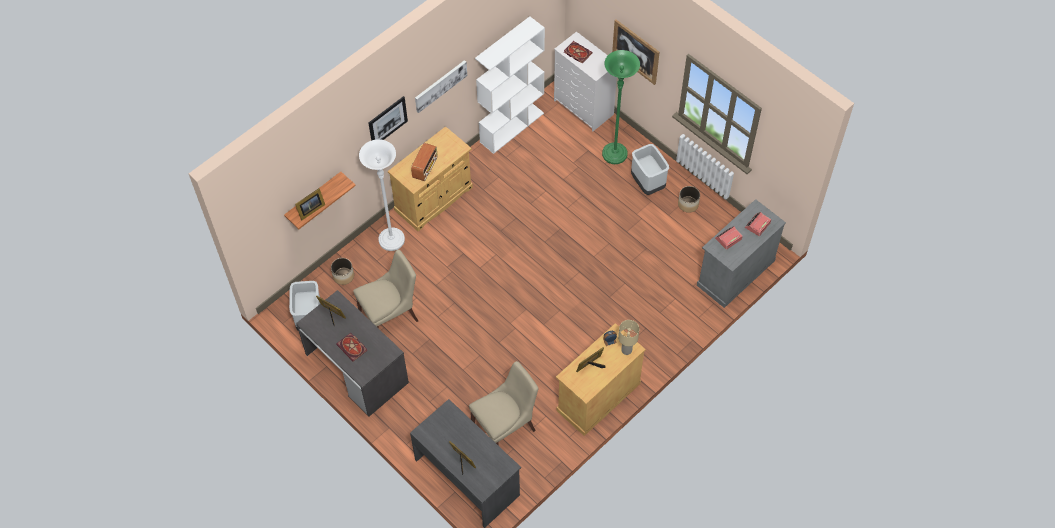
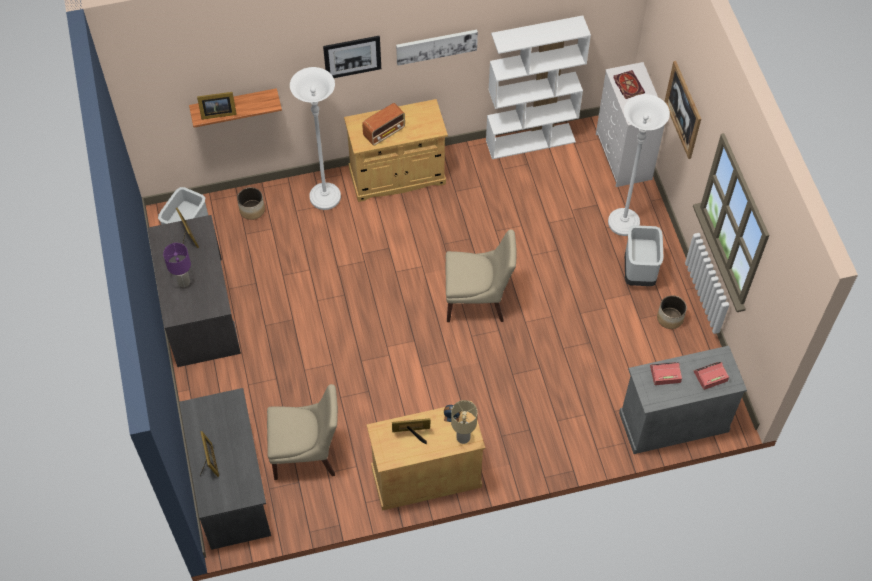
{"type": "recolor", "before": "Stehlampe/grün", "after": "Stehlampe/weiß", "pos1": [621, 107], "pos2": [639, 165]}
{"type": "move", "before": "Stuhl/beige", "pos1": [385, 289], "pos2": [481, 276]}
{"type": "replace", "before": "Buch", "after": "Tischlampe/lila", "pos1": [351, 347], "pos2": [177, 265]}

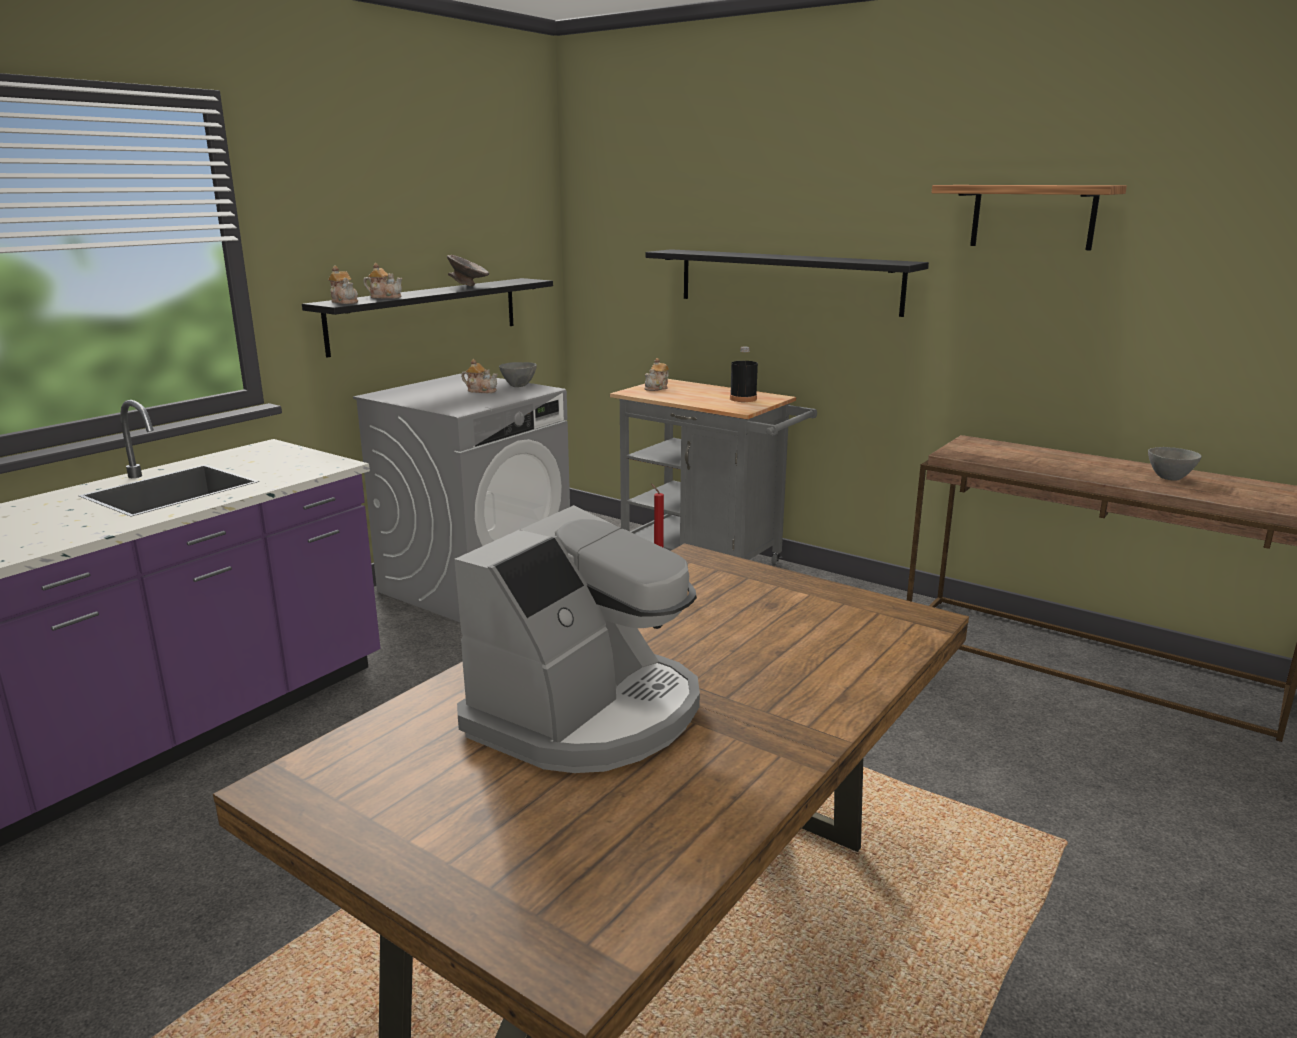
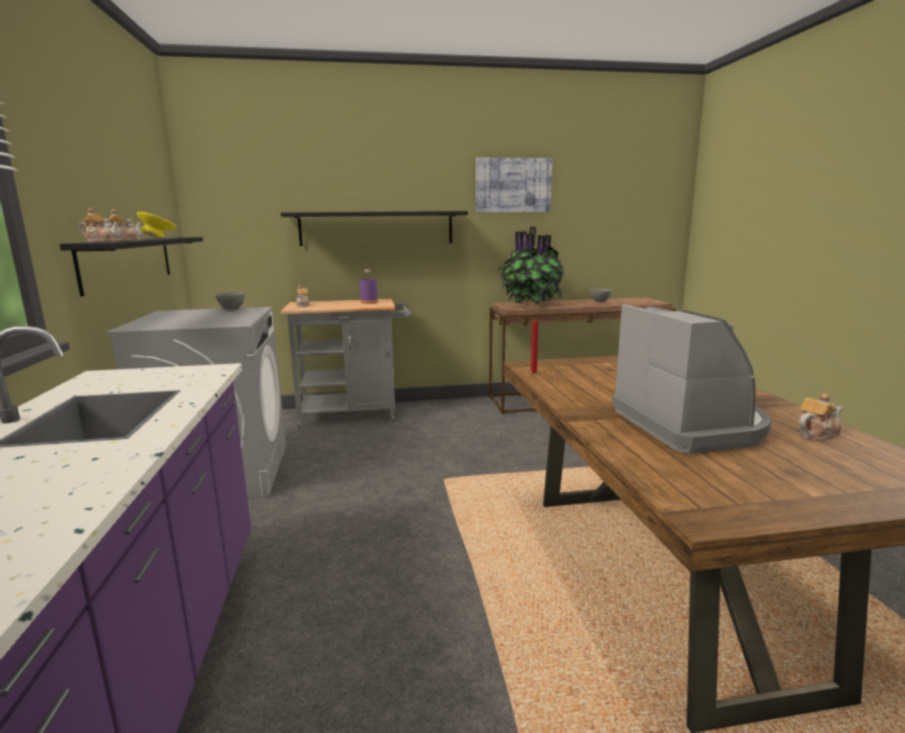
{"type": "replace", "before": "Wandregal", "after": "Bild", "pos1": [1029, 217], "pos2": [514, 185]}
{"type": "recolor", "before": "Schüssel/grau", "after": "Schüssel/gelb", "pos1": [468, 270], "pos2": [156, 225]}
{"type": "recolor", "before": "Flasche/schwarz", "after": "Flasche/lila", "pos1": [744, 374], "pos2": [369, 286]}
{"type": "move", "before": "Teekanne", "pos1": [479, 376], "pos2": [820, 417]}
{"type": "insert", "after": "Topfpflanze", "pos2": [531, 266]}

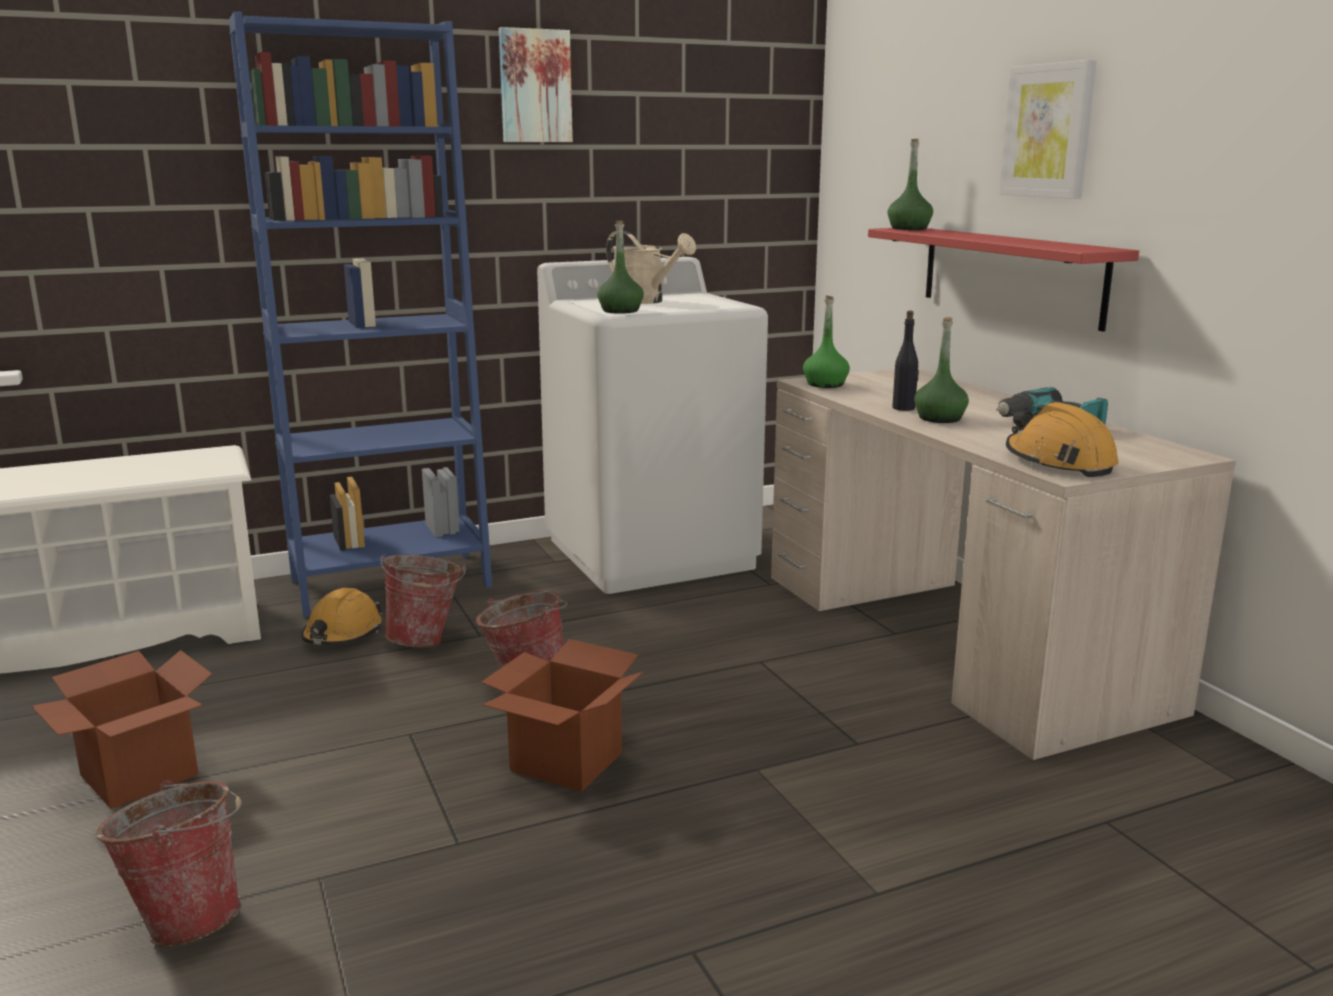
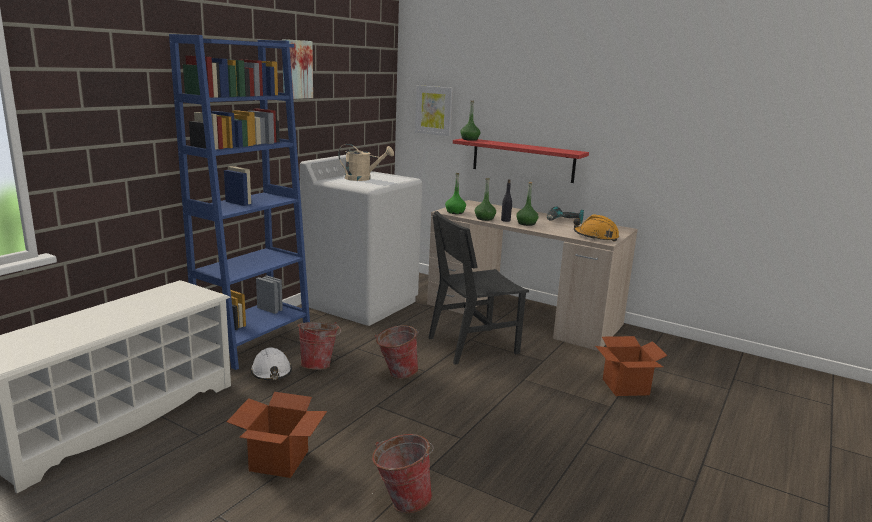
{"type": "move", "before": "Bild", "pos1": [1048, 129], "pos2": [434, 110]}
{"type": "move", "before": "Flasche/grün", "pos1": [620, 267], "pos2": [485, 199]}
{"type": "recolor", "before": "Schutzhelm/orange", "after": "Schutzhelm/weiß", "pos1": [342, 616], "pos2": [271, 363]}
{"type": "move", "before": "Karton", "pos1": [562, 715], "pos2": [632, 366]}
{"type": "insert", "after": "Stuhl/schwarz", "pos2": [479, 288]}

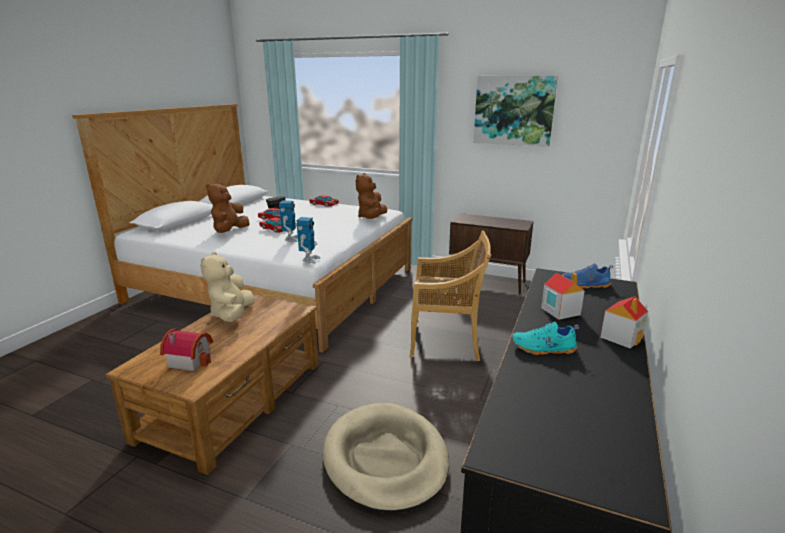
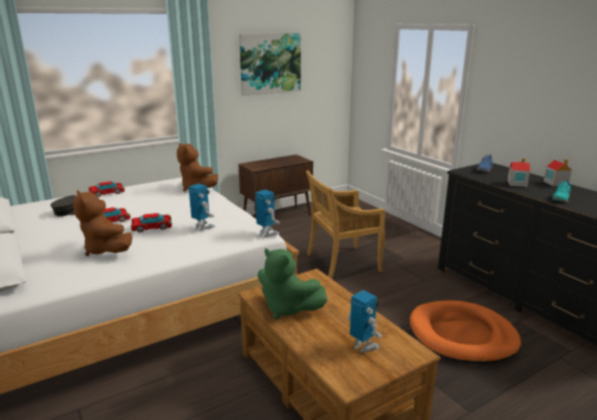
{"type": "rotate", "before": "Stuhl/beige", "pos1": [450, 295], "pos2": [345, 224], "turn": -150}
{"type": "recolor", "before": "Plüschtier/beige", "after": "Plüschtier/grün", "pos1": [227, 287], "pos2": [293, 283]}
{"type": "replace", "before": "Spielzeughaus", "after": "Spielzeugroboter", "pos1": [186, 350], "pos2": [365, 321]}
{"type": "recolor", "before": "Hundebett/beige", "after": "Hundebett/orange", "pos1": [386, 458], "pos2": [465, 332]}

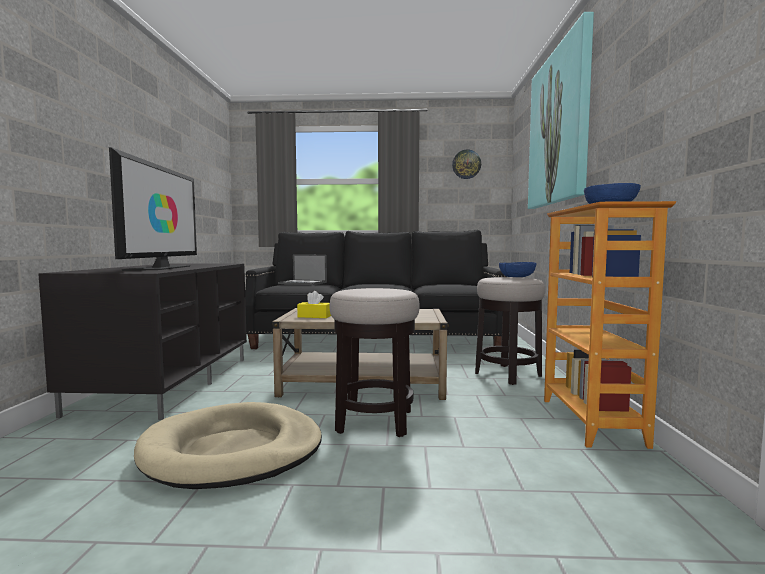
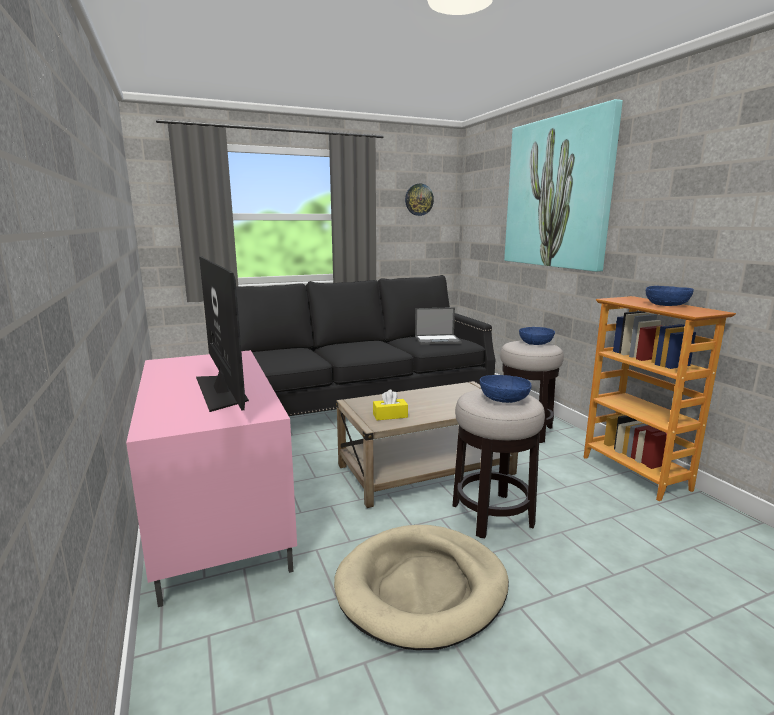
{"type": "move", "before": "Laptop", "pos1": [302, 269], "pos2": [438, 326]}
{"type": "recolor", "before": "Fernsehschrank/schwarz", "after": "Fernsehschrank/rosa", "pos1": [142, 341], "pos2": [211, 478]}
{"type": "insert", "after": "Schüssel/blau", "pos2": [506, 389]}

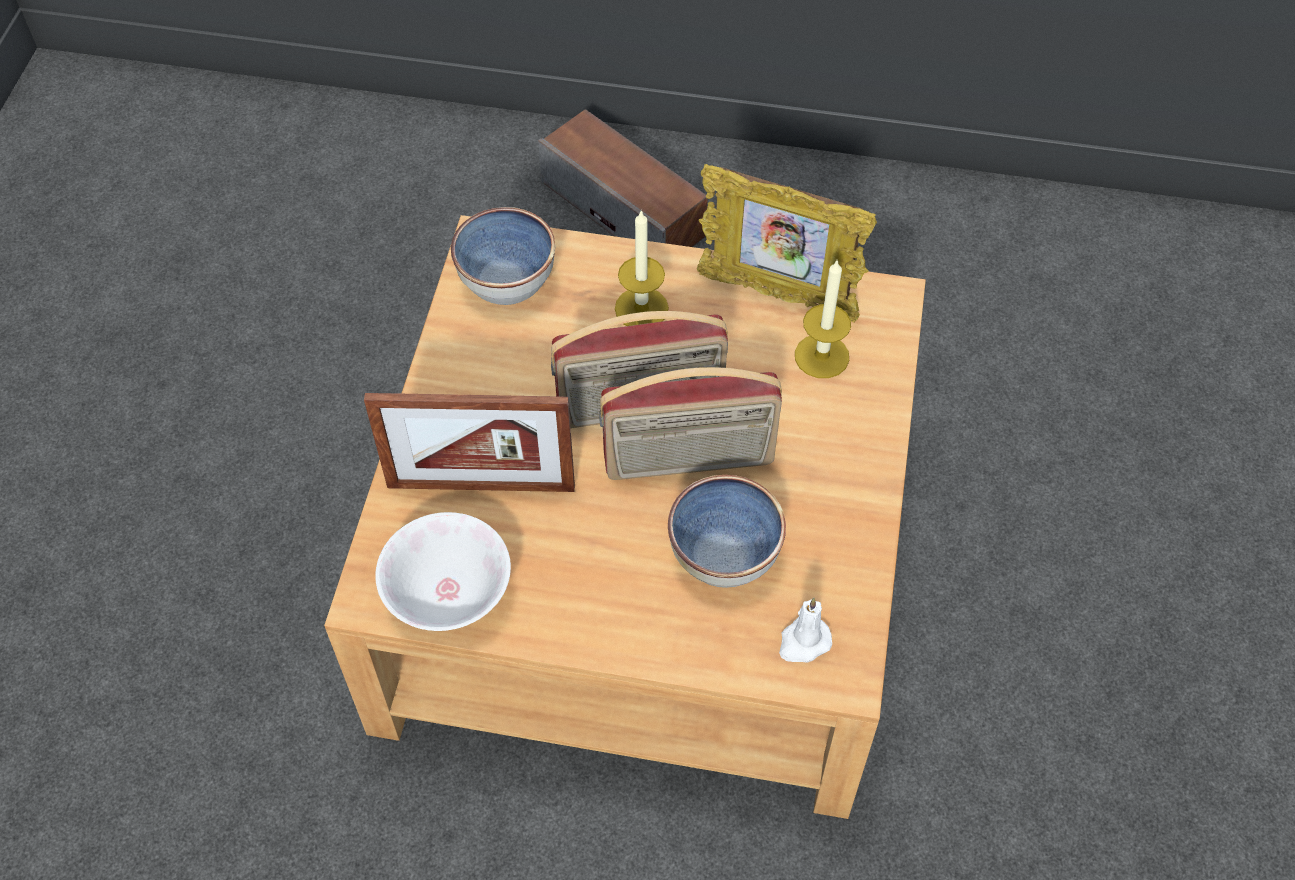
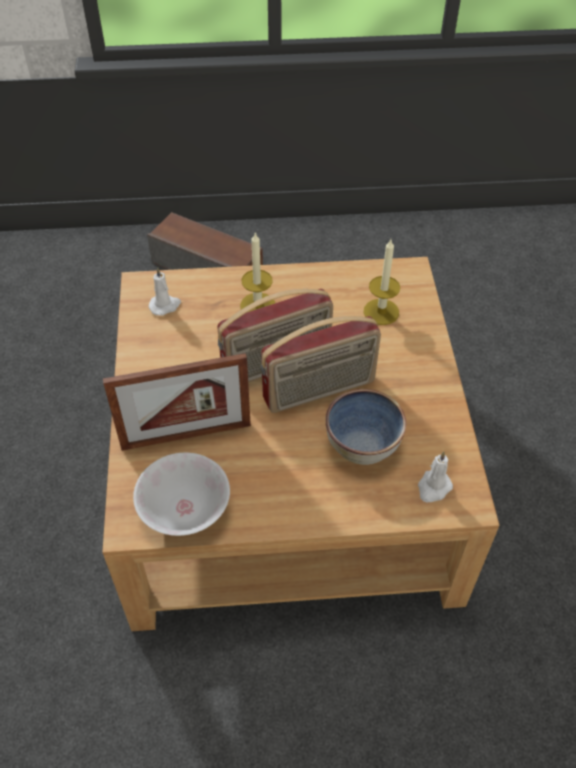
{"type": "delete", "before": "Bilderrahmen", "pos1": [787, 243]}
{"type": "replace", "before": "Schüssel", "after": "Kerze/weiß", "pos1": [503, 256], "pos2": [165, 291]}

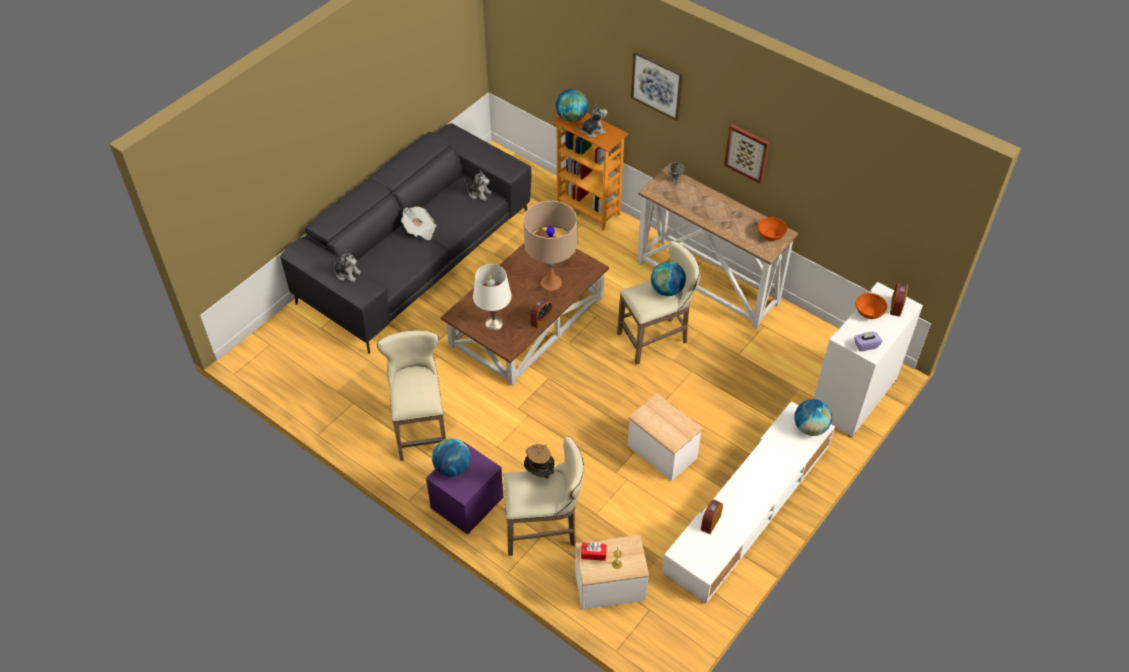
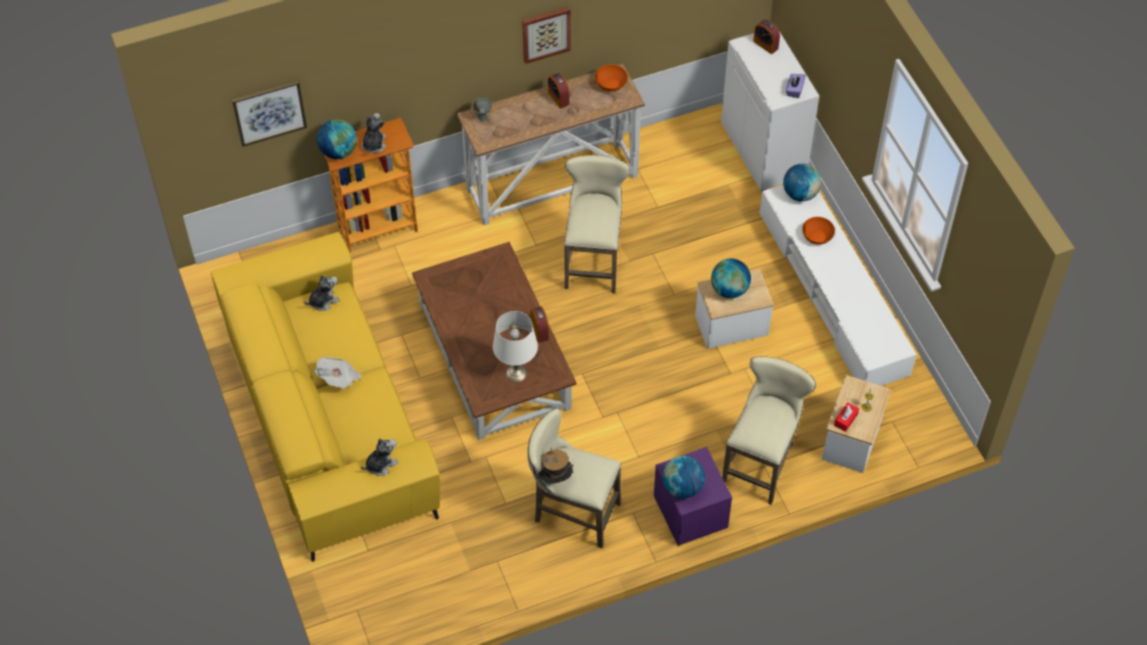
{"type": "move", "before": "Bild", "pos1": [657, 86], "pos2": [269, 113]}
{"type": "recolor", "before": "Sofa/grau", "after": "Sofa/gelb", "pos1": [405, 238], "pos2": [325, 397]}
{"type": "delete", "before": "Tischlampe/beige", "pos1": [550, 246]}
{"type": "move", "before": "Globus", "pos1": [668, 278], "pos2": [731, 278]}
{"type": "move", "before": "Schüssel/orange", "pos1": [871, 306], "pos2": [818, 231]}
{"type": "move", "before": "Hut", "pos1": [539, 461], "pos2": [555, 466]}
{"type": "move", "before": "Wecker", "pos1": [712, 516], "pos2": [558, 91]}

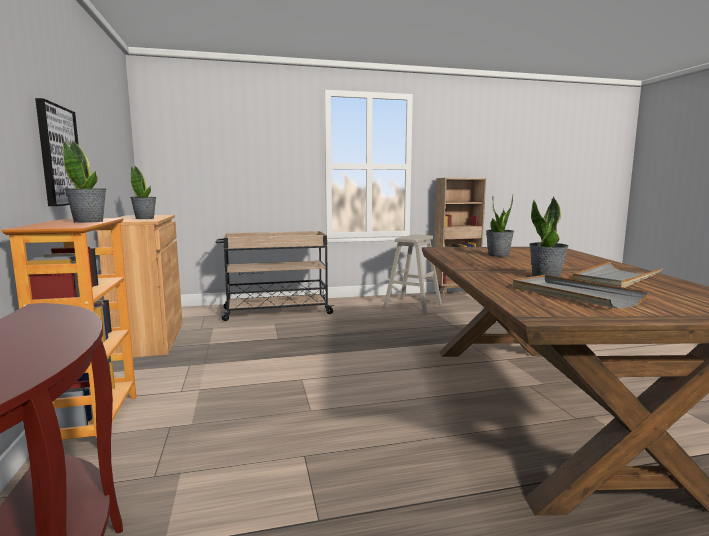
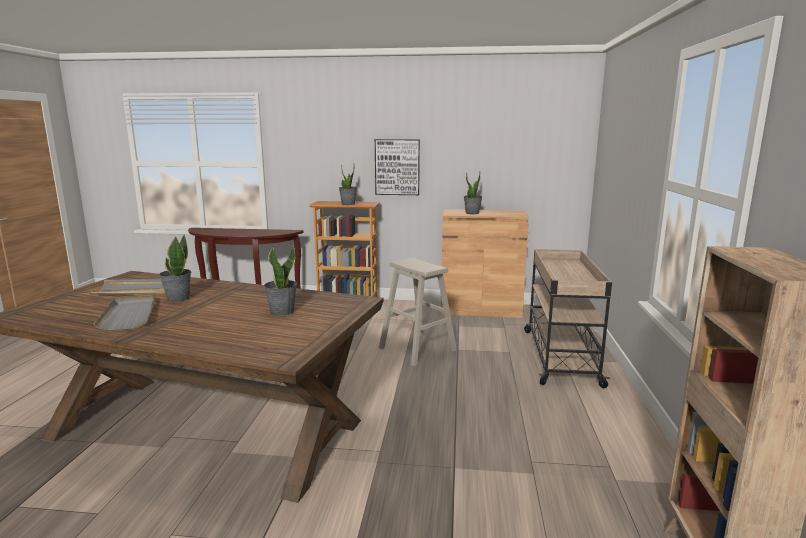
{"type": "move", "before": "Hocker/beige", "pos1": [412, 274], "pos2": [418, 312]}

